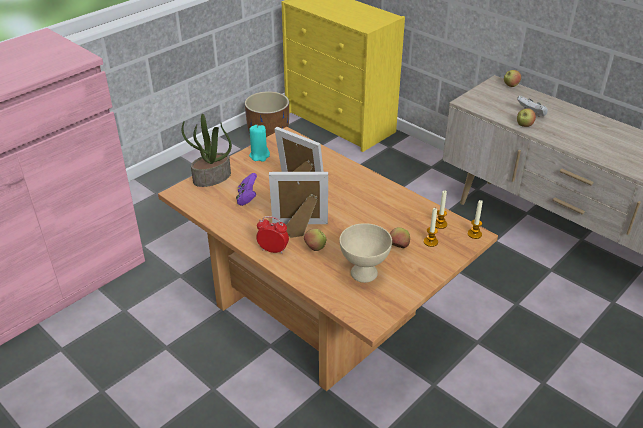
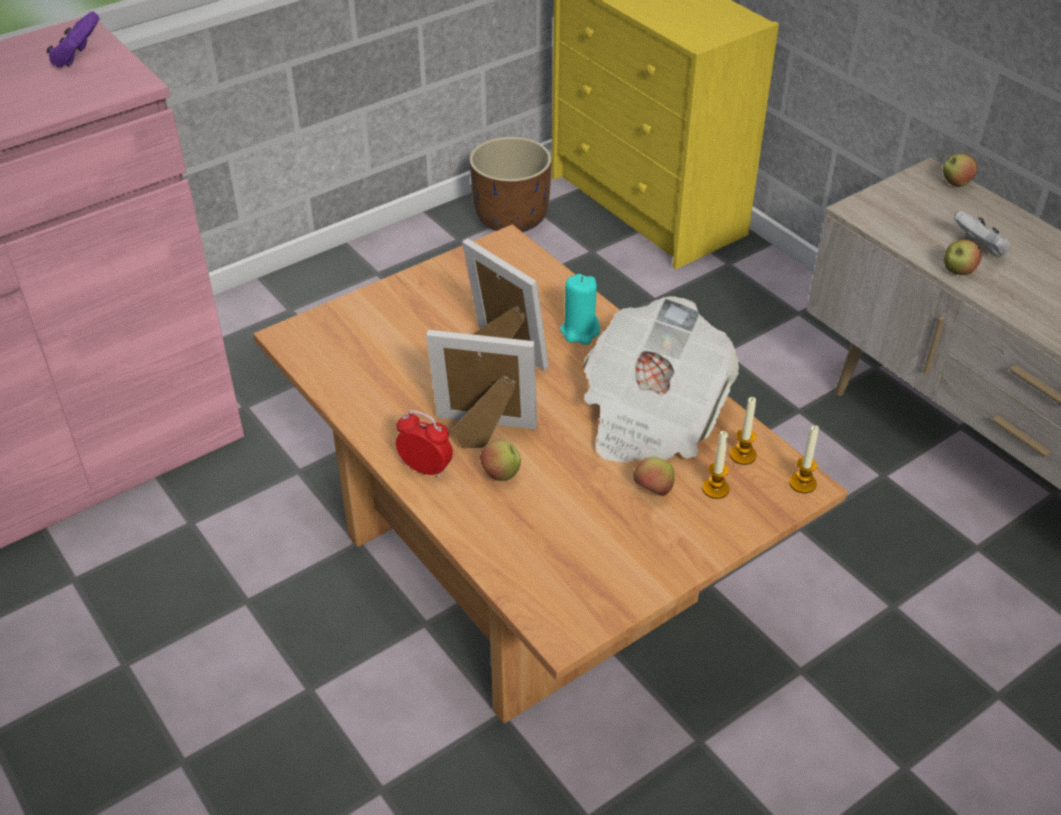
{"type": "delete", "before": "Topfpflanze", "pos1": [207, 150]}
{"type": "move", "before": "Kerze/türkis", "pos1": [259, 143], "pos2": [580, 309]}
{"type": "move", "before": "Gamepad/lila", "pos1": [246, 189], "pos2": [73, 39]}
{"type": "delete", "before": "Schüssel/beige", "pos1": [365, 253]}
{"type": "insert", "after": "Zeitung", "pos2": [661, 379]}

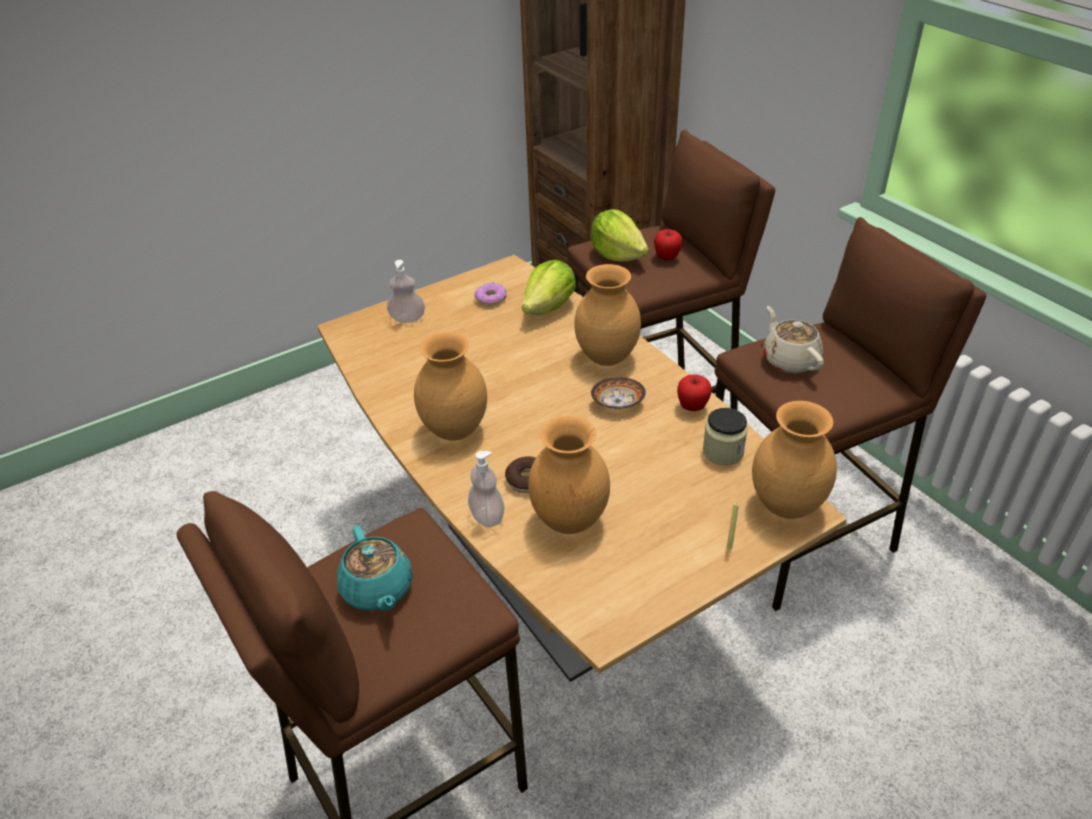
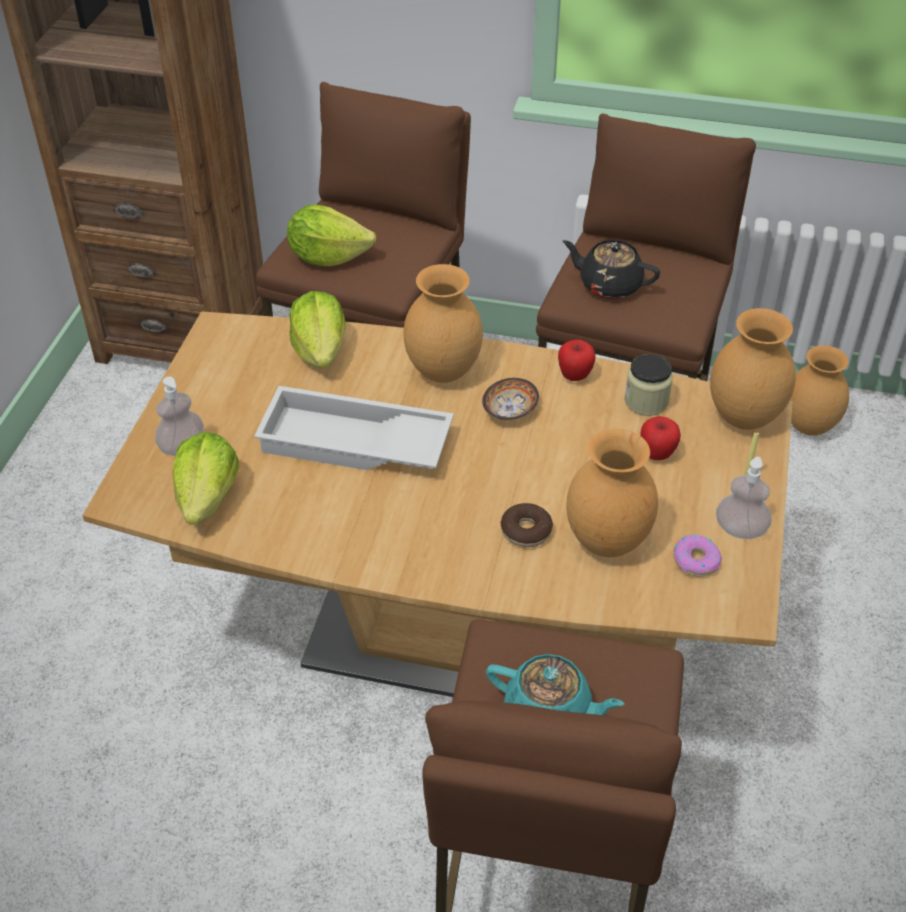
{"type": "move", "before": "Apfel", "pos1": [668, 244], "pos2": [660, 438]}
{"type": "move", "before": "Donut", "pos1": [490, 294], "pos2": [697, 555]}
{"type": "recolor", "before": "Teekanne/beige", "after": "Teekanne/schwarz", "pos1": [793, 339], "pos2": [611, 269]}
{"type": "move", "before": "Vase/braun", "pos1": [450, 386], "pos2": [819, 390]}
{"type": "move", "before": "Seifenspender", "pos1": [486, 489], "pos2": [743, 498]}
{"type": "insert", "after": "Tablett/weiß", "pos2": [354, 428]}
{"type": "insert", "after": "Salatkopf", "pos2": [206, 478]}

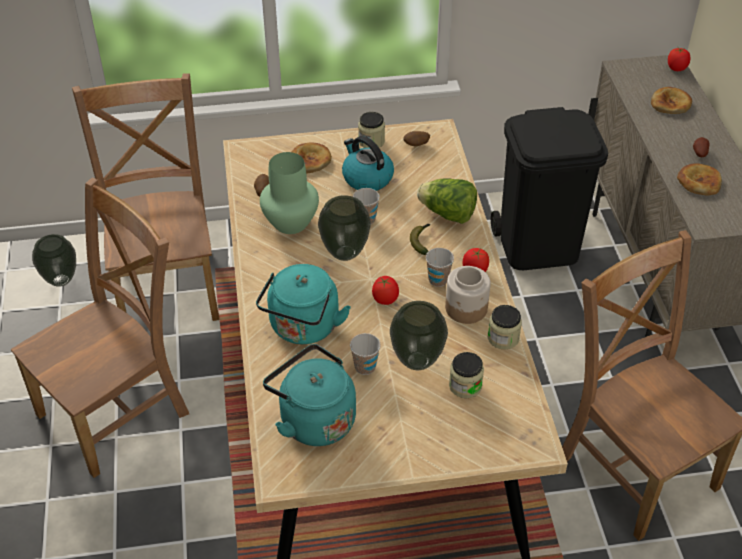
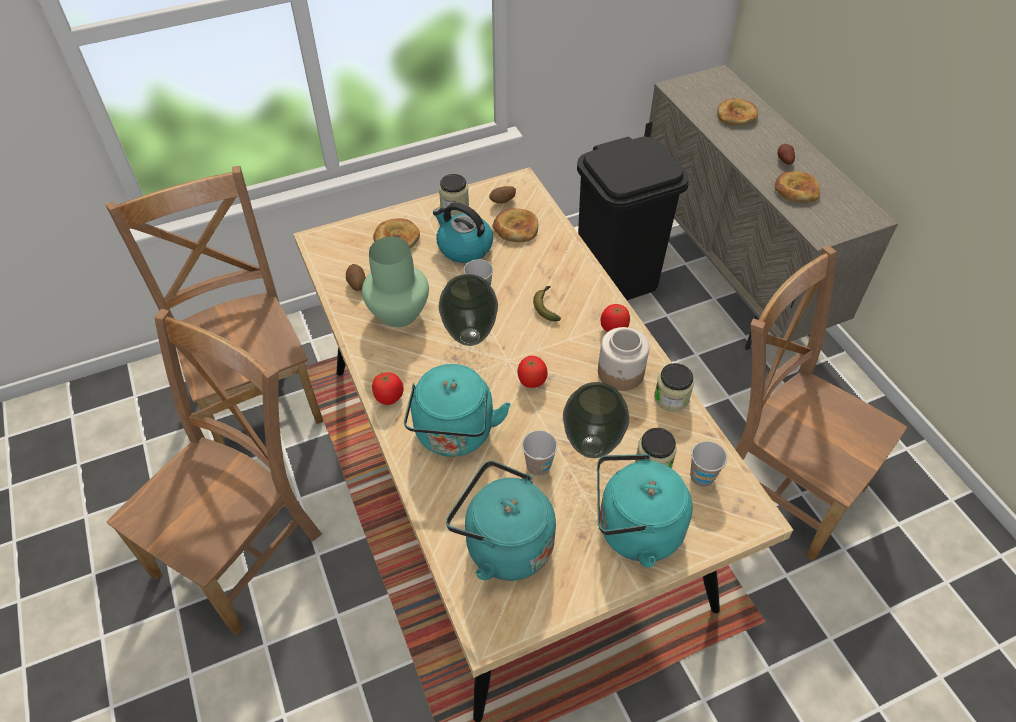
{"type": "move", "before": "Tomate", "pos1": [679, 59], "pos2": [388, 389]}
{"type": "delete", "before": "Salatkopf", "pos1": [447, 201]}
{"type": "delete", "before": "Vase", "pos1": [54, 260]}
{"type": "move", "before": "Tasse", "pos1": [440, 267], "pos2": [708, 464]}
{"type": "insert", "after": "Brot", "pos2": [515, 225]}
{"type": "insert", "after": "Wasserkessel/türkis", "pos2": [645, 511]}

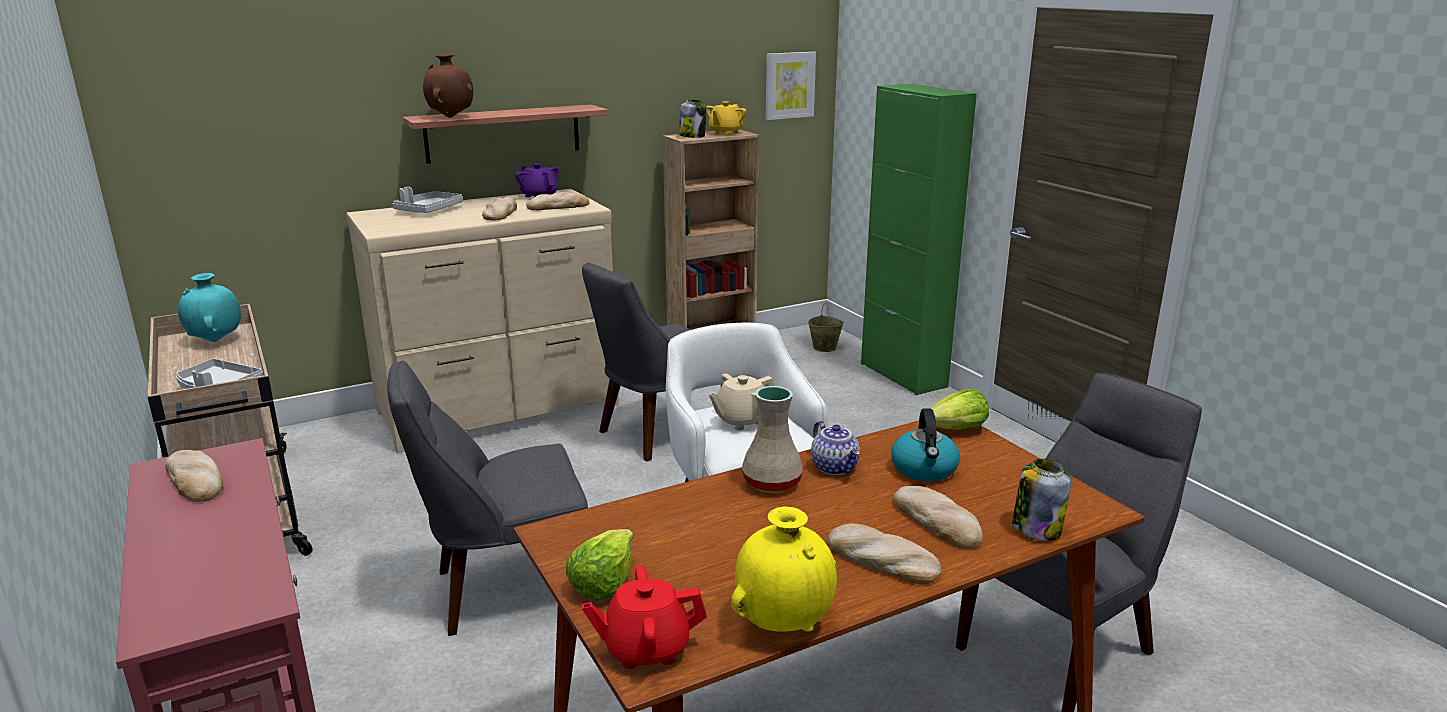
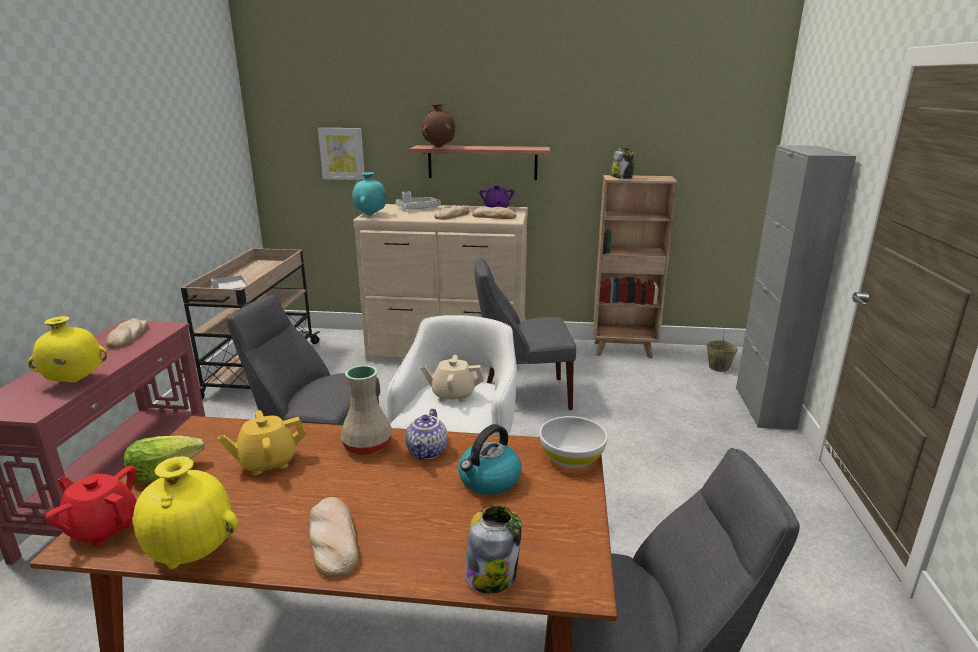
{"type": "move", "before": "Bild", "pos1": [791, 86], "pos2": [341, 154]}
{"type": "recolor", "before": "Schrank/grün", "after": "Schrank/grau", "pos1": [919, 239], "pos2": [796, 287]}
{"type": "move", "before": "Teekanne/gelb", "pos1": [726, 118], "pos2": [262, 442]}
{"type": "move", "before": "Vase/türkis", "pos1": [209, 307], "pos2": [369, 194]}
{"type": "replace", "before": "Salatkopf", "after": "Schüssel/weiß", "pos1": [959, 409], "pos2": [573, 442]}
{"type": "delete", "before": "Brot", "pos1": [938, 517]}
{"type": "insert", "after": "Vase/gelb", "pos2": [68, 349]}

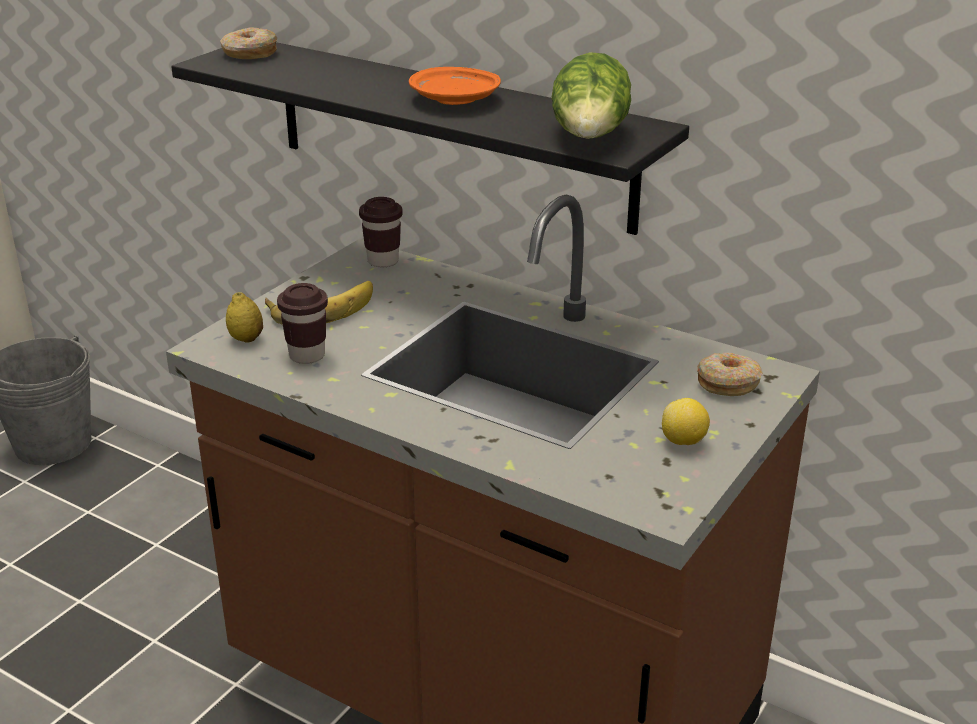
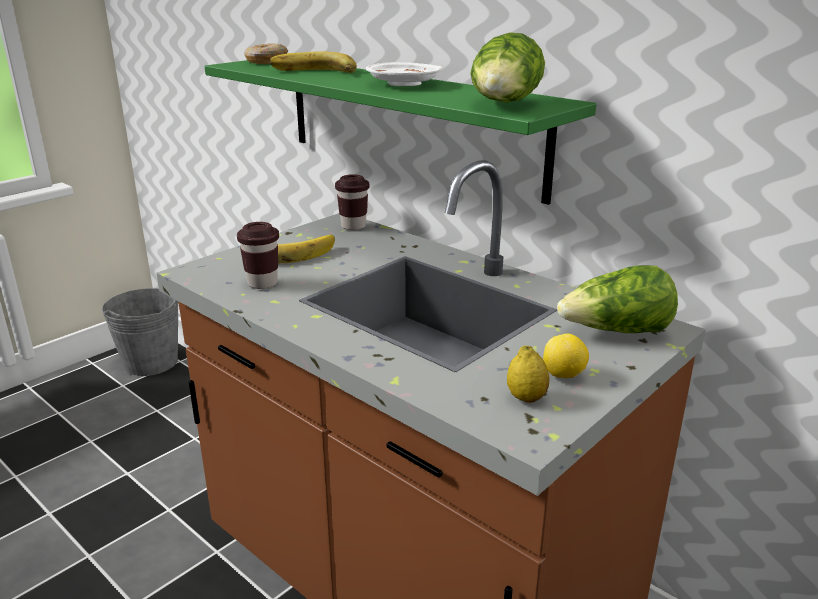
{"type": "recolor", "before": "Wandregal/schwarz", "after": "Wandregal/grün", "pos1": [430, 138], "pos2": [401, 132]}
{"type": "recolor", "before": "Teller/orange", "after": "Teller/weiß", "pos1": [455, 86], "pos2": [404, 74]}
{"type": "move", "before": "Zitrone", "pos1": [244, 317], "pos2": [528, 374]}
{"type": "replace", "before": "Donut", "after": "Salatkopf", "pos1": [730, 374], "pos2": [617, 299]}
{"type": "insert", "after": "Banane", "pos2": [313, 62]}

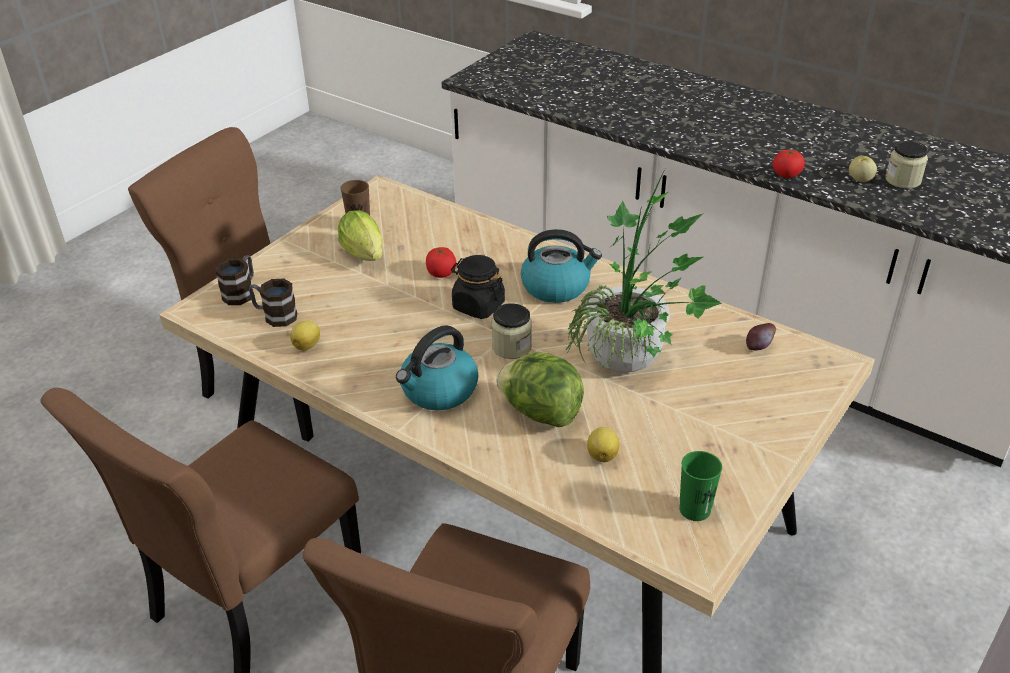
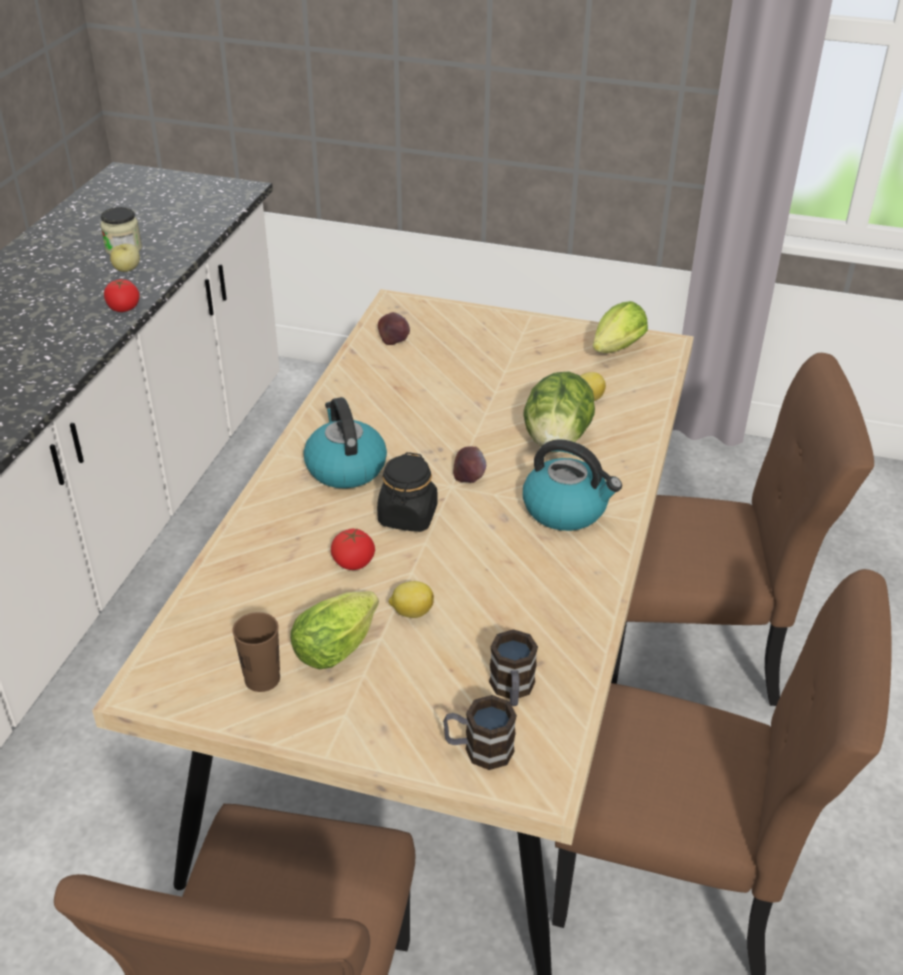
{"type": "delete", "before": "Topfpflanze", "pos1": [644, 270]}
{"type": "replace", "before": "Vorratsglas", "after": "Apfel", "pos1": [511, 331], "pos2": [469, 464]}
{"type": "move", "before": "Zitrone", "pos1": [305, 336], "pos2": [411, 599]}
{"type": "replace", "before": "Tasse/grün", "after": "Salatkopf", "pos1": [700, 486], "pos2": [620, 327]}

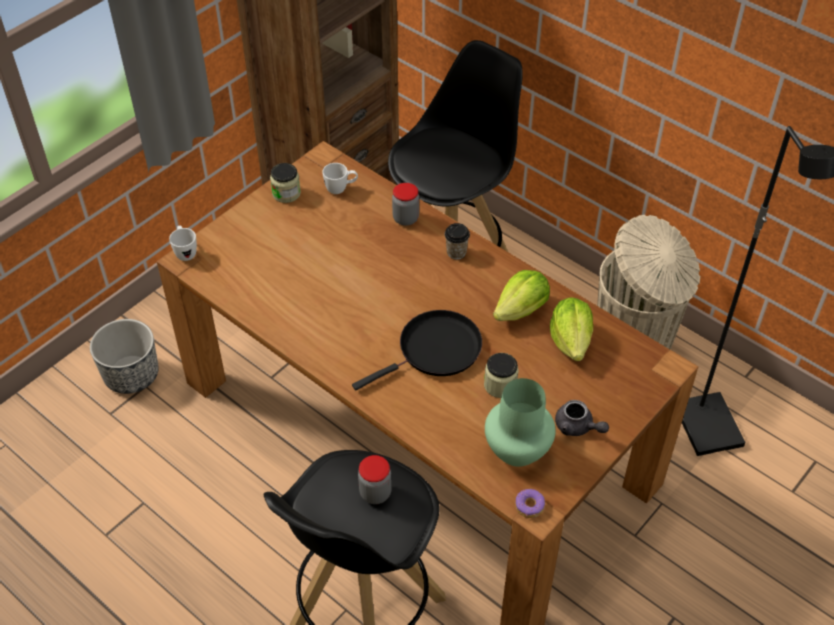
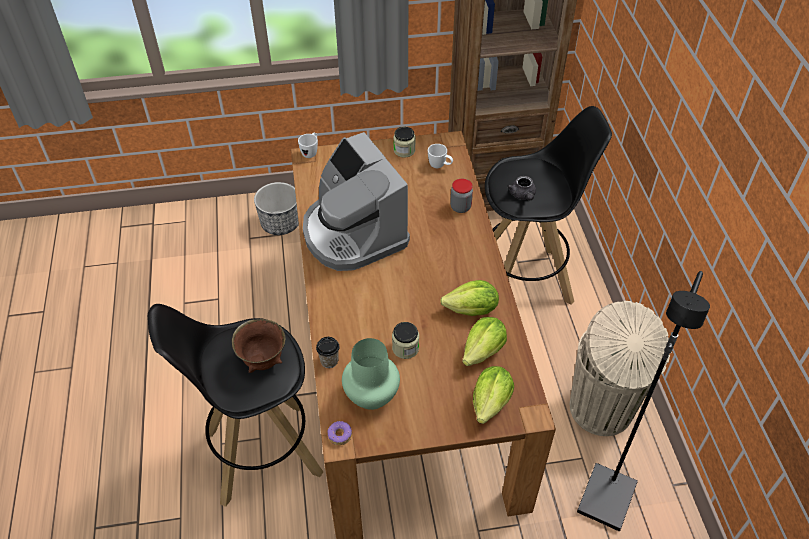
{"type": "move", "before": "Tasse", "pos1": [457, 241], "pos2": [328, 352]}
{"type": "delete", "before": "Pfanne/schwarz", "pos1": [417, 350]}
{"type": "move", "before": "Teekanne/grau", "pos1": [582, 418], "pos2": [521, 188]}
{"type": "replace", "before": "Vorratsglas", "after": "Schüssel/braun", "pos1": [375, 479], "pos2": [259, 346]}
{"type": "insert", "after": "Kaffeemaschine", "pos2": [356, 201]}
{"type": "insert", "after": "Salatkopf", "pos2": [493, 395]}

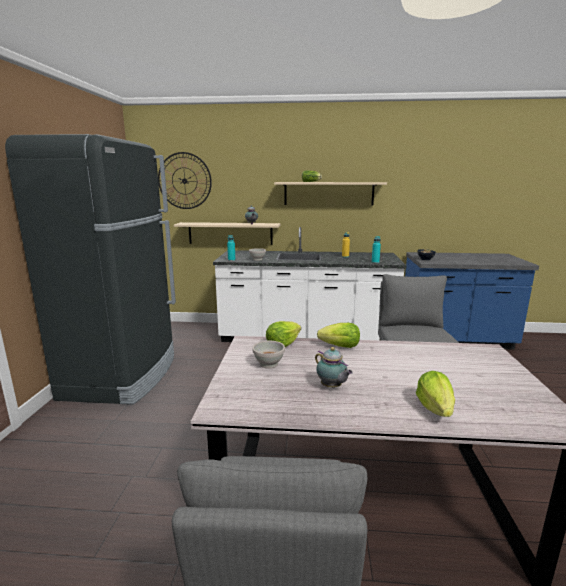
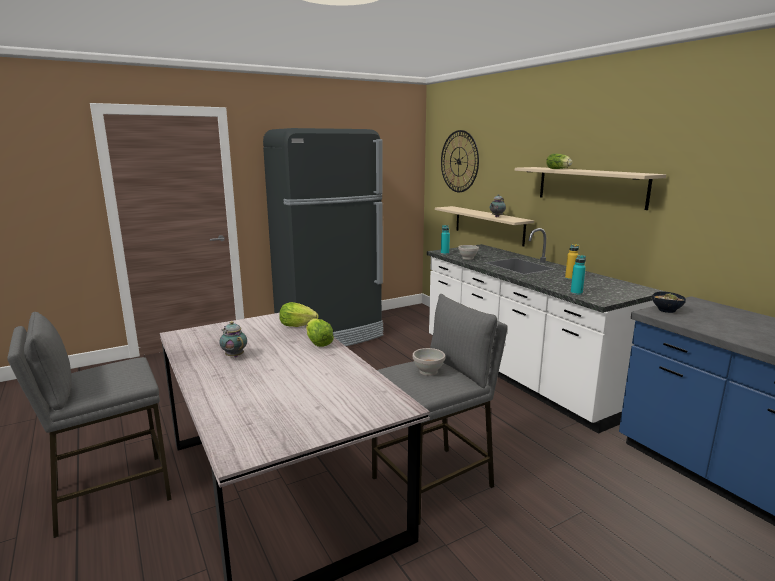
{"type": "move", "before": "Schüssel/weiß", "pos1": [268, 355], "pos2": [429, 362]}
{"type": "rotate", "before": "Teekanne", "pos1": [334, 367], "pos2": [233, 339], "turn": 120}
{"type": "delete", "before": "Salatkopf", "pos1": [435, 394]}

